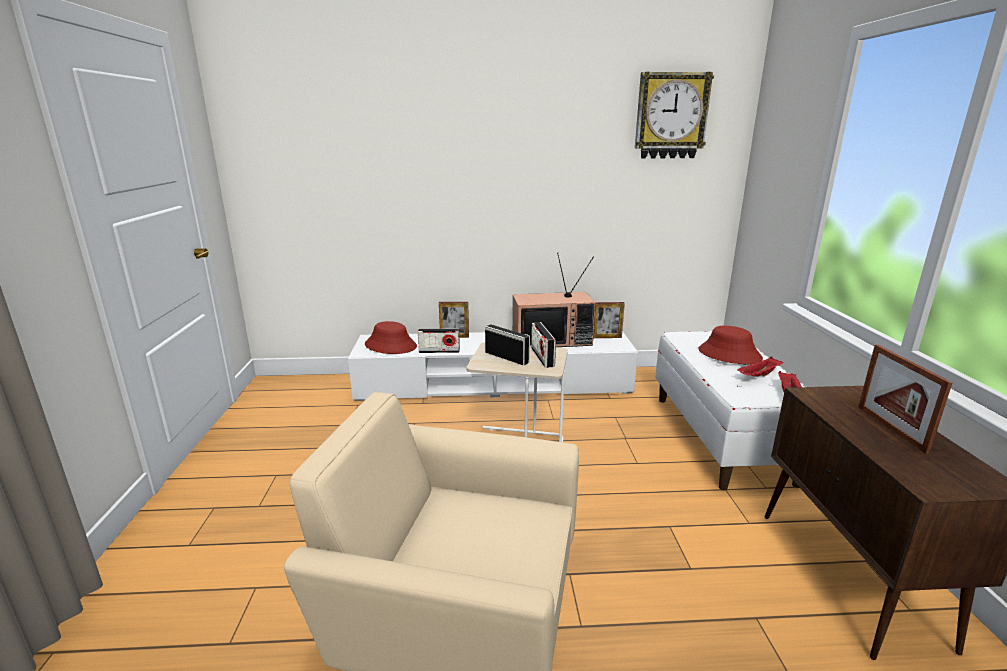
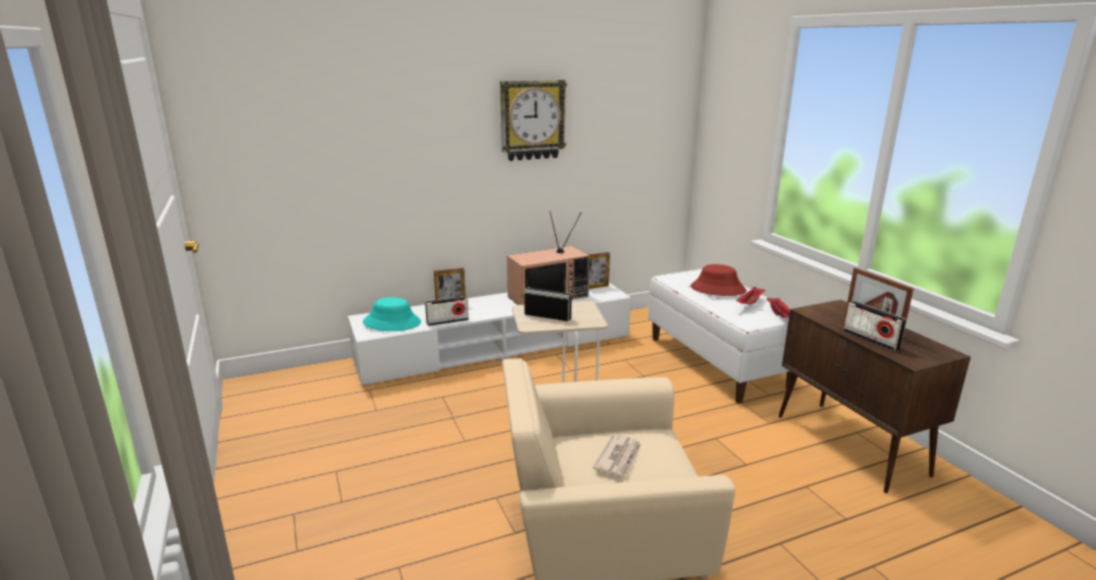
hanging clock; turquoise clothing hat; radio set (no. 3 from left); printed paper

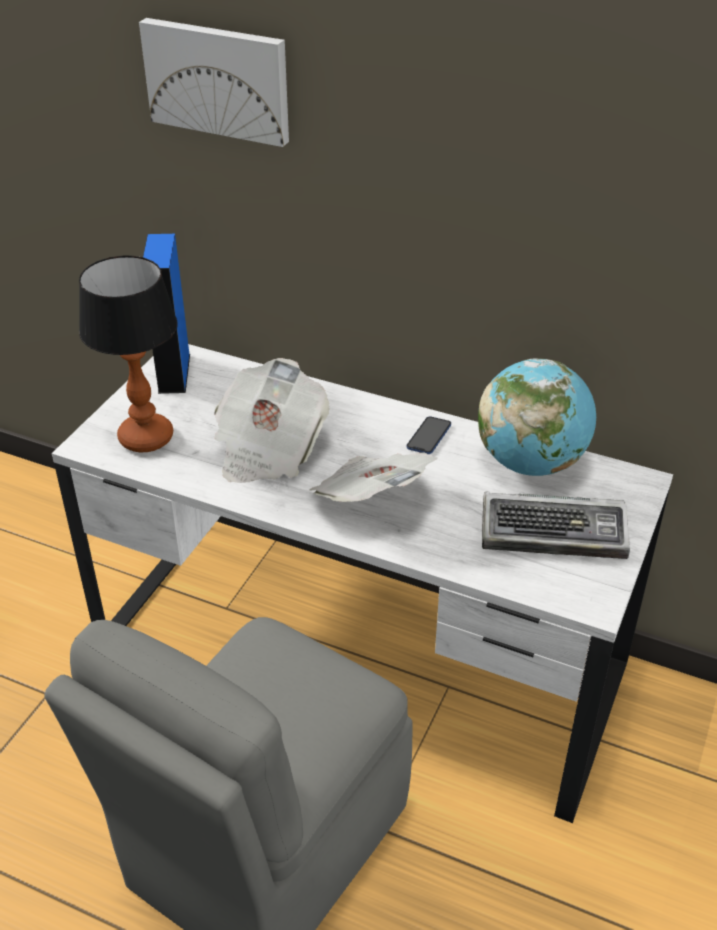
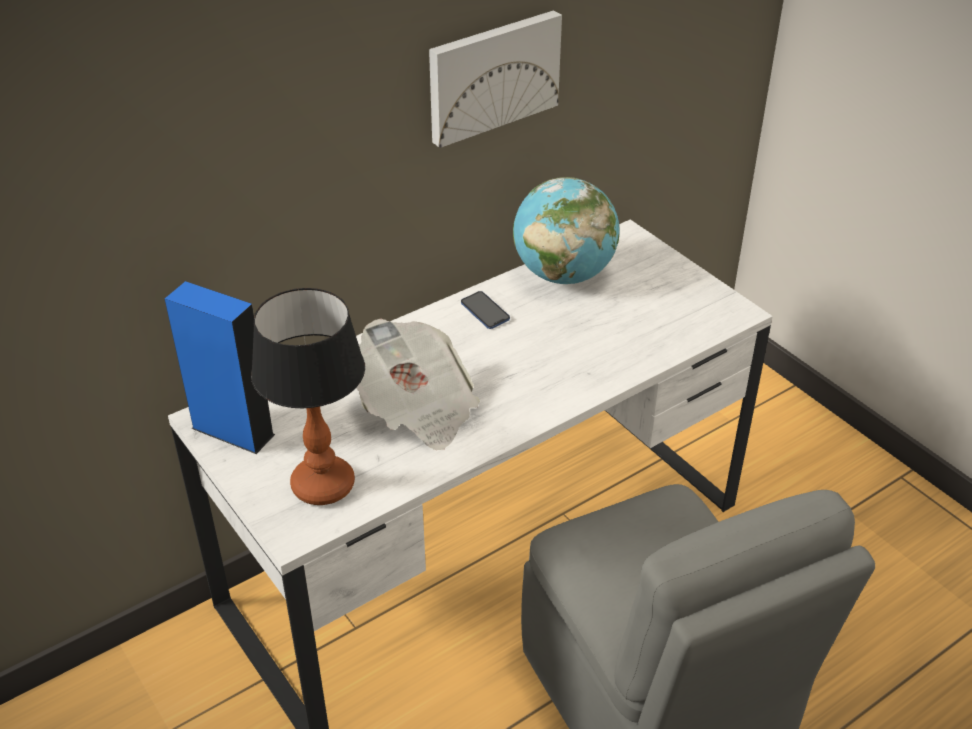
wall picture; printed paper (no. 2 from left in the first image); computer keyboard

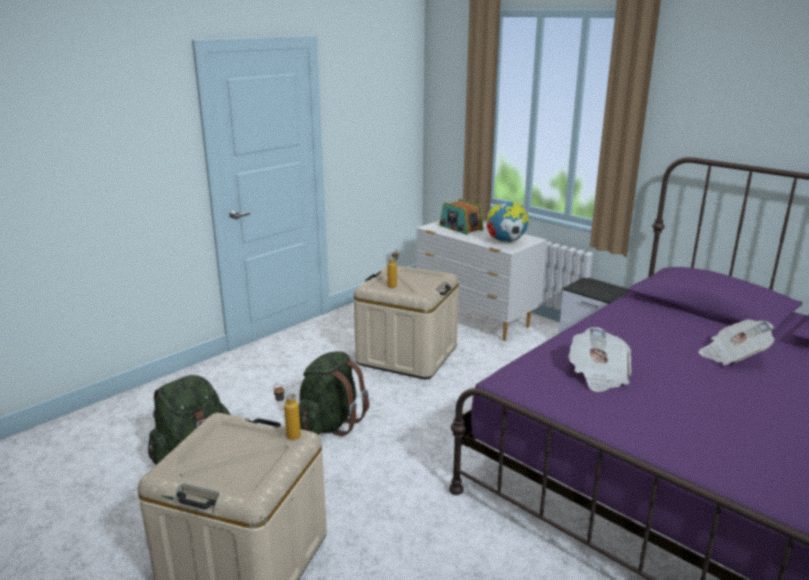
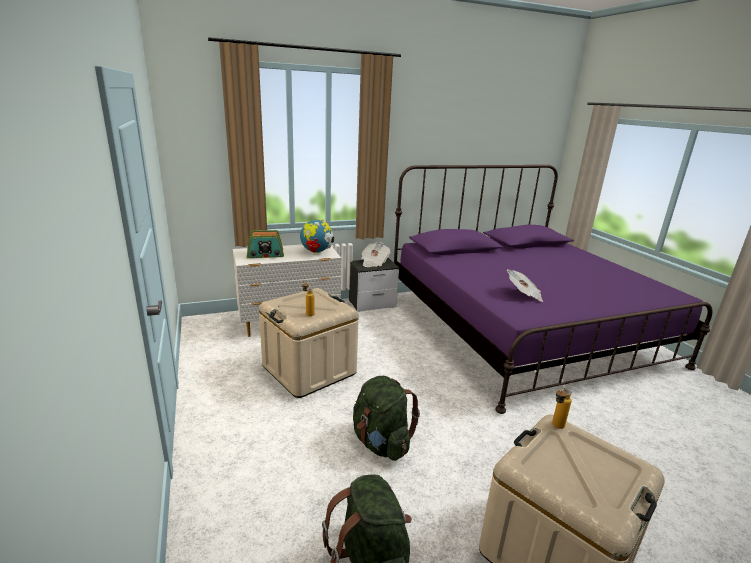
printed paper (no. 1 from left)

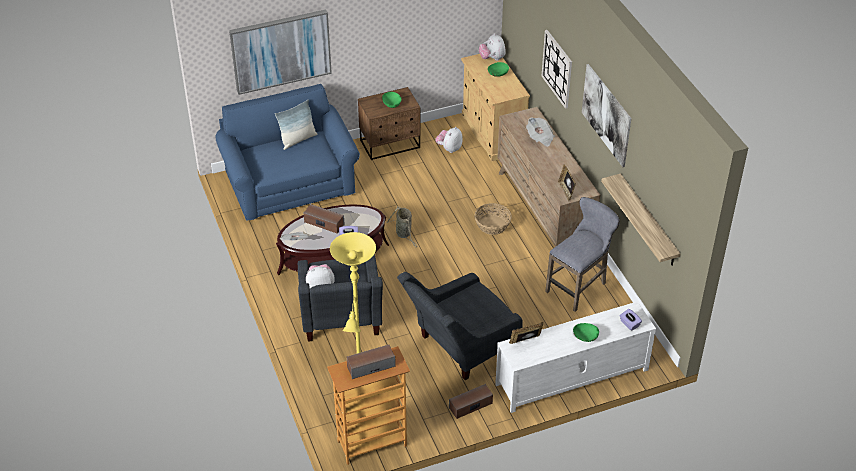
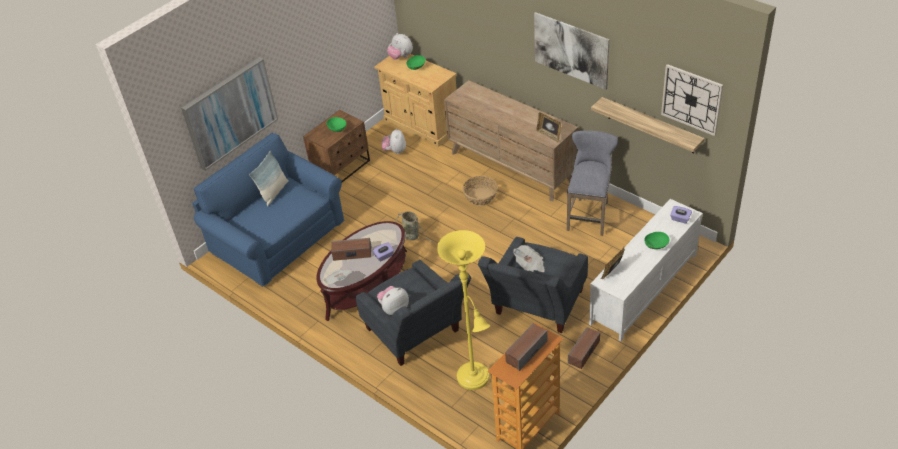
hanging clock; printed paper (no. 2 from left)

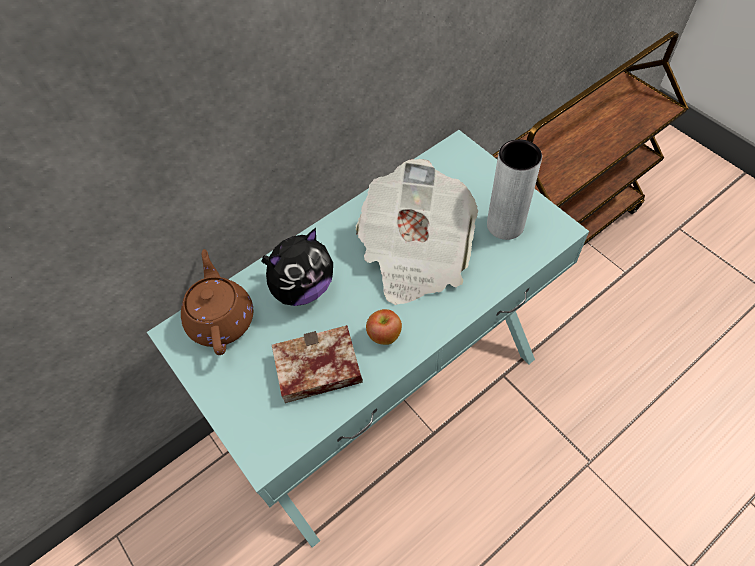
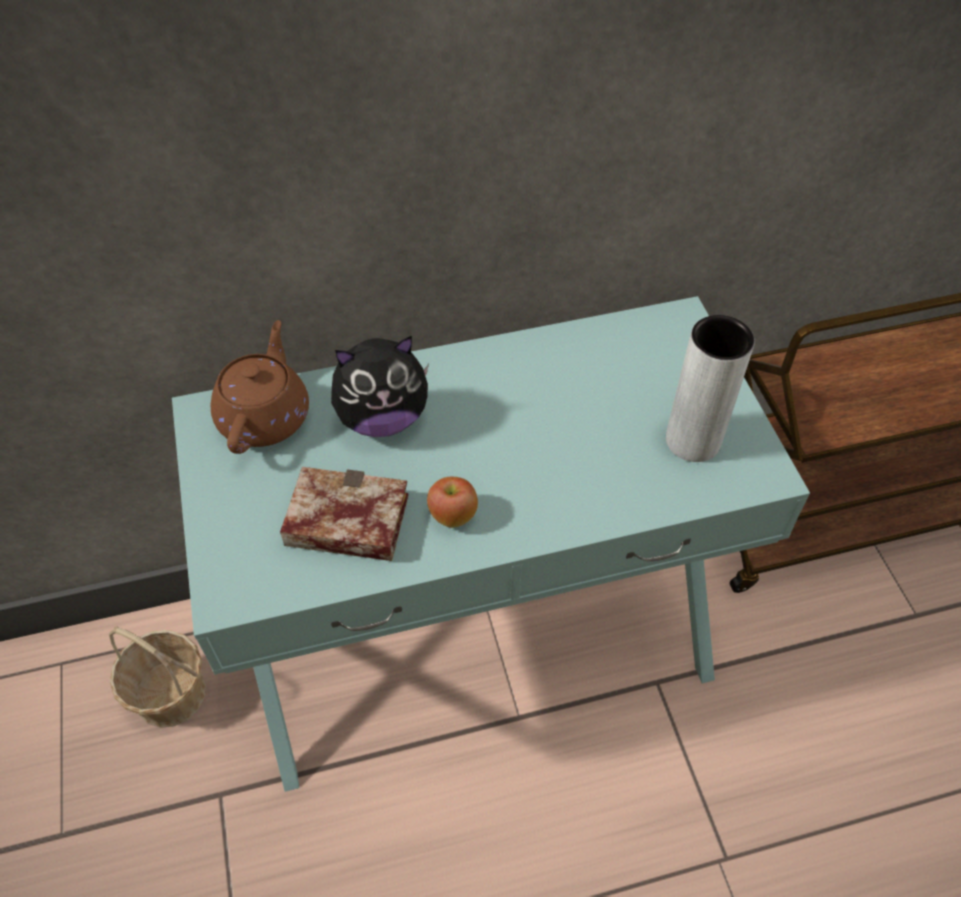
printed paper; storage basket

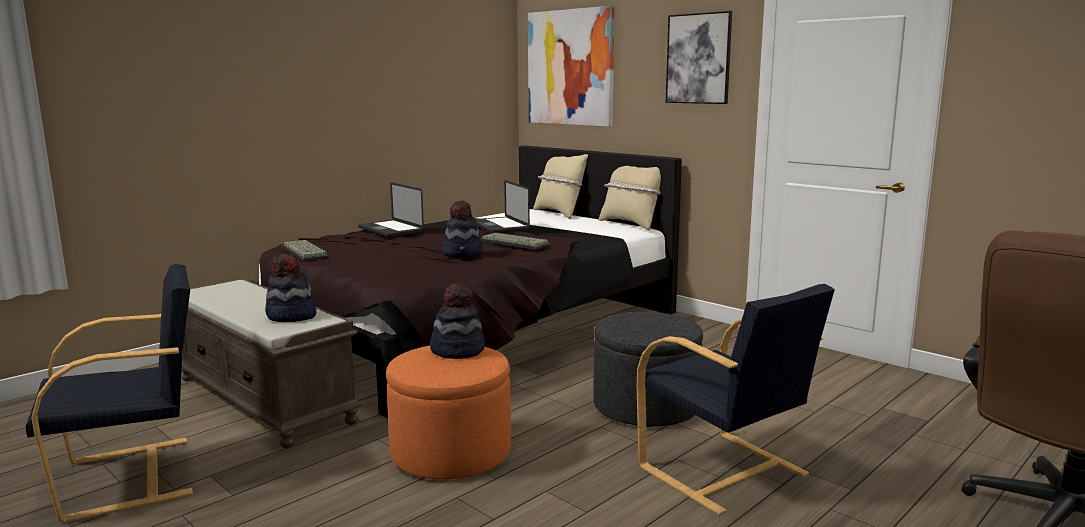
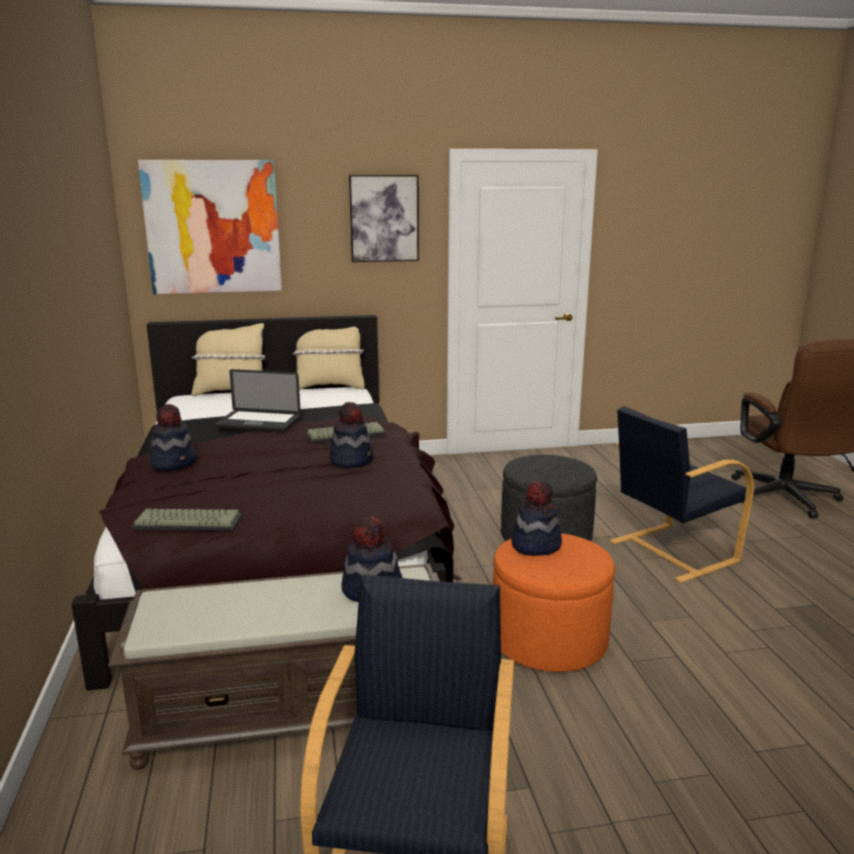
clothing hat (no. 1 from left); black easy chair (no. 2 from left)

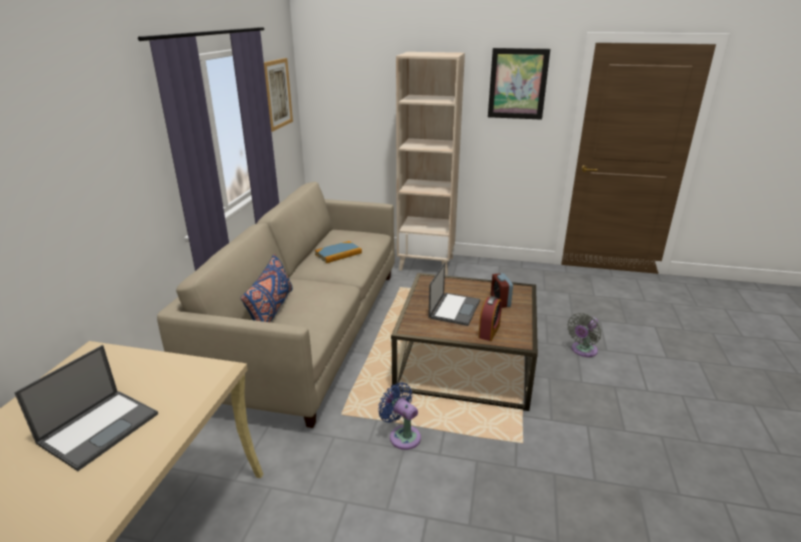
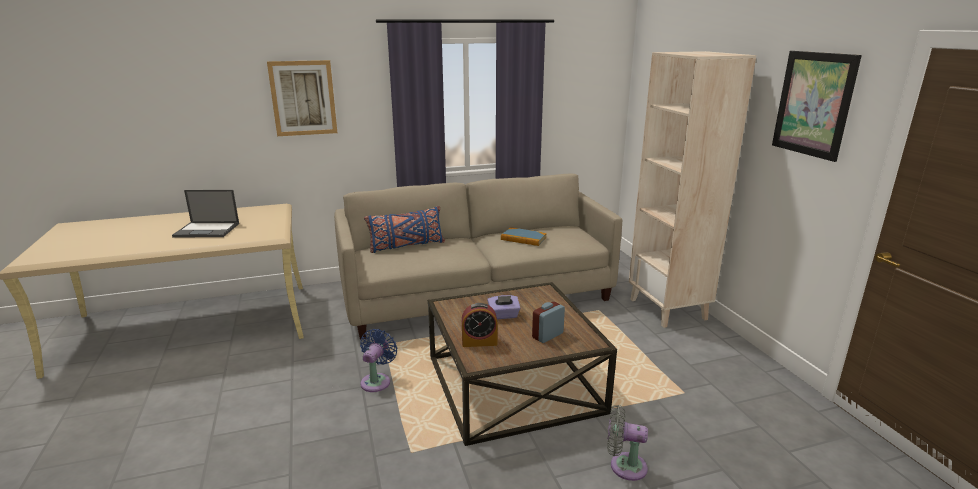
wall picture (no. 1 from left); purple box of tissues

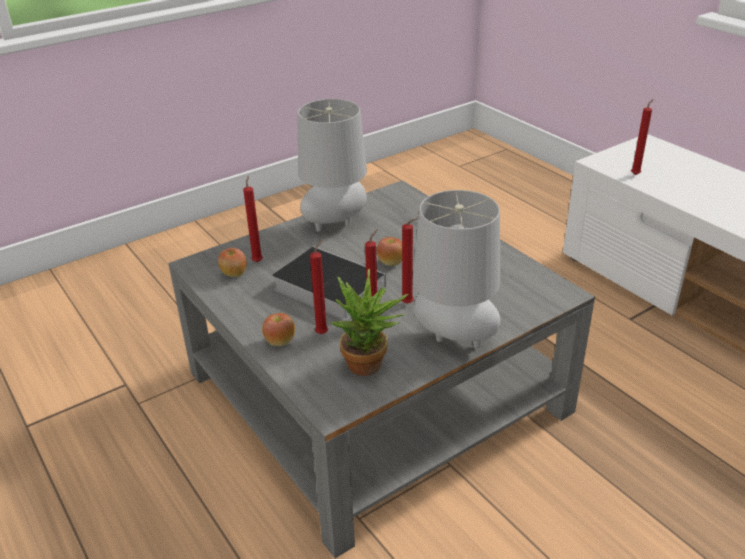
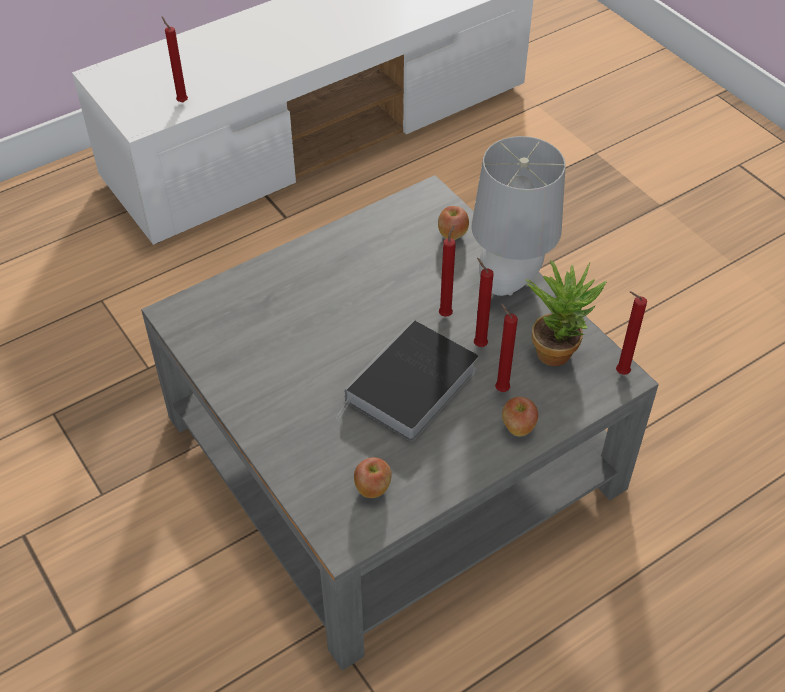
grey lamp for a table (no. 1 from left in the first image); red wax candle (no. 5 from left); apple fruit (no. 2 from left)

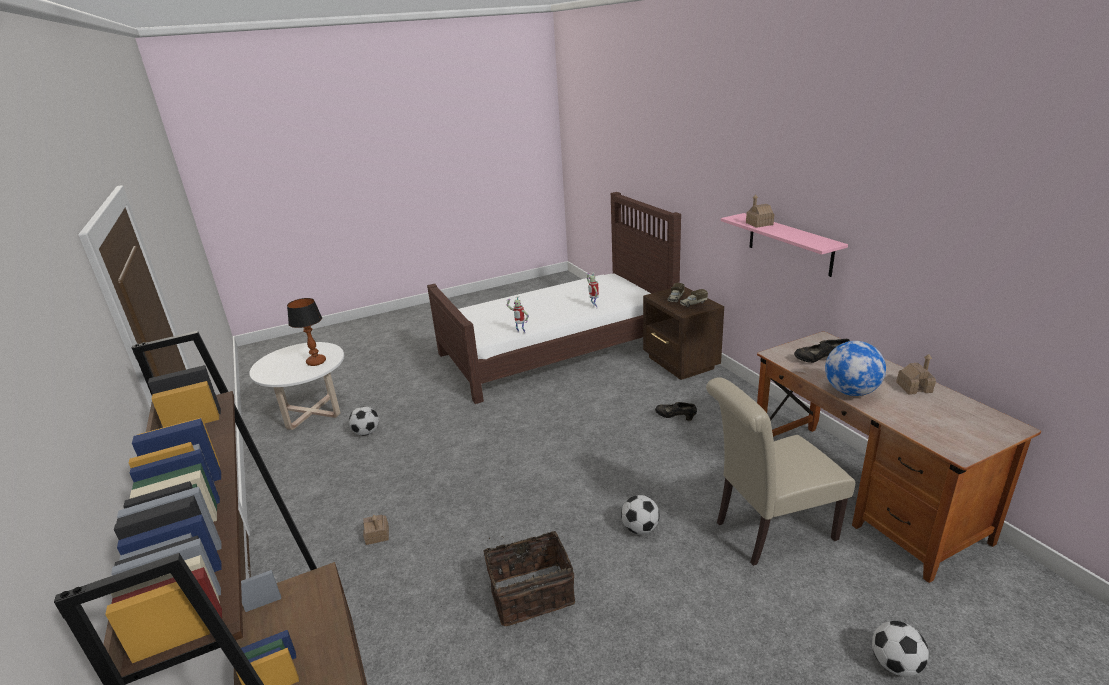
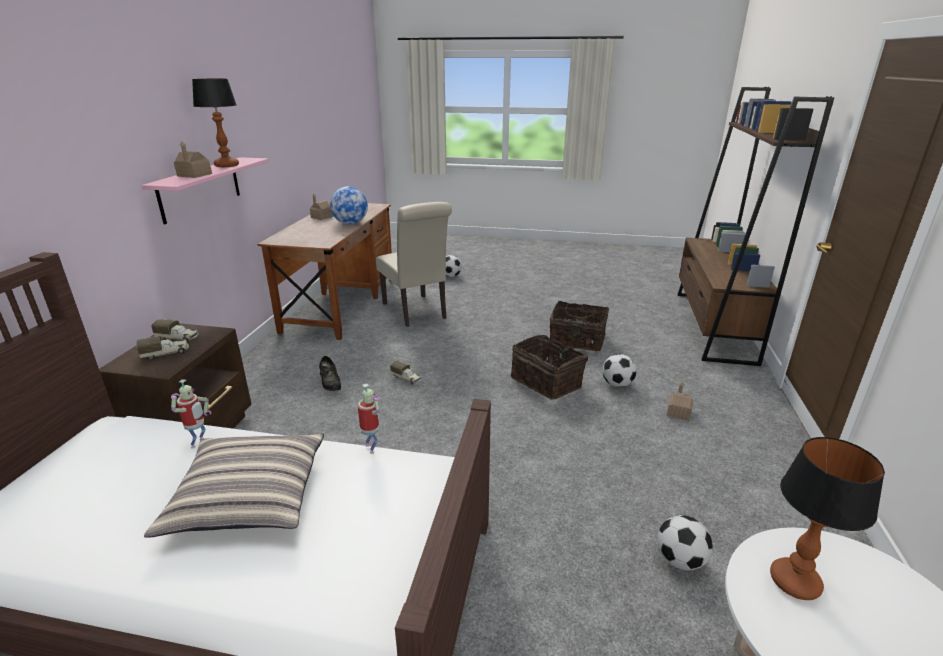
black shoe (no. 2 from left in the first image); sand-coloured upright chair; football (no. 2 from left); lamp for a table (no. 1 from left); storage basket (no. 1 from left); model truck (no. 3 from left); cushion

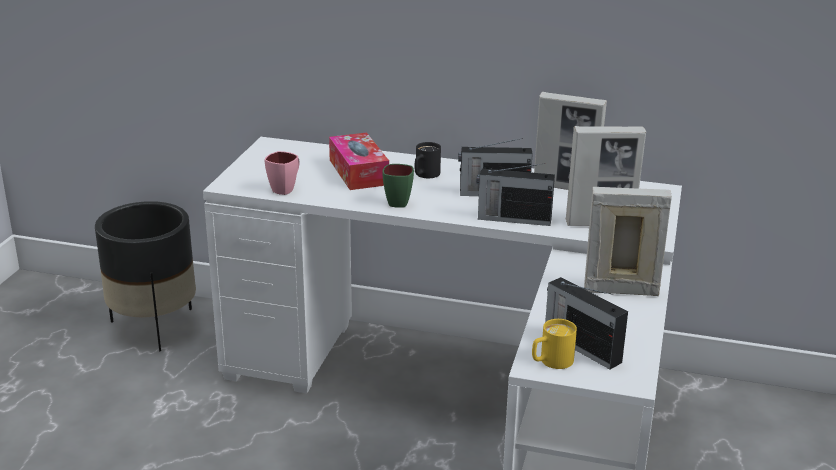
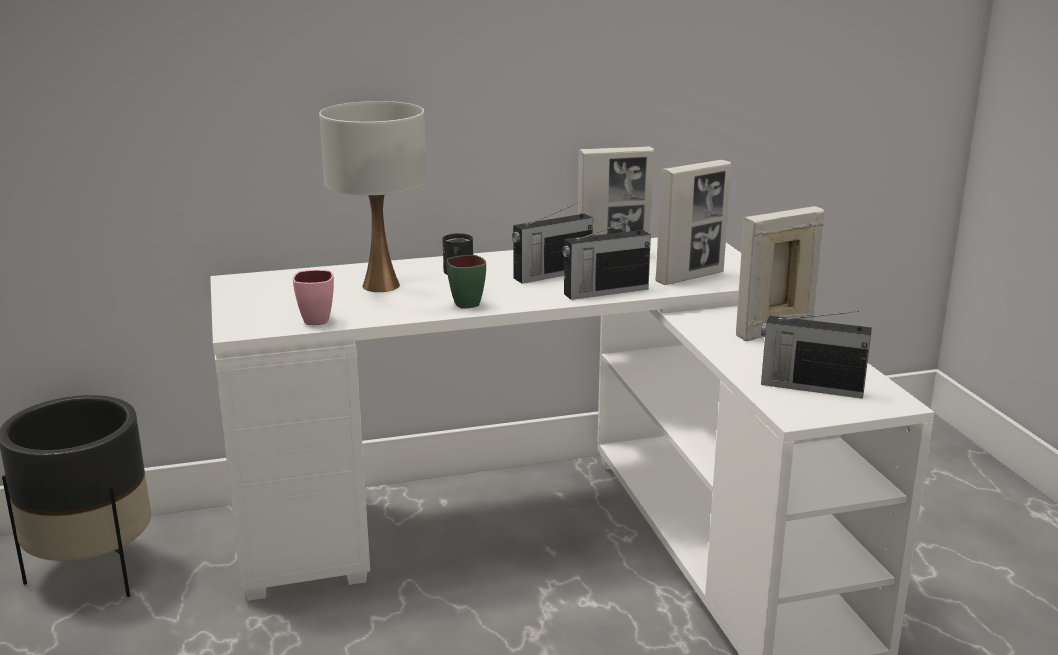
whitish lamp for a table; yellowish mug

